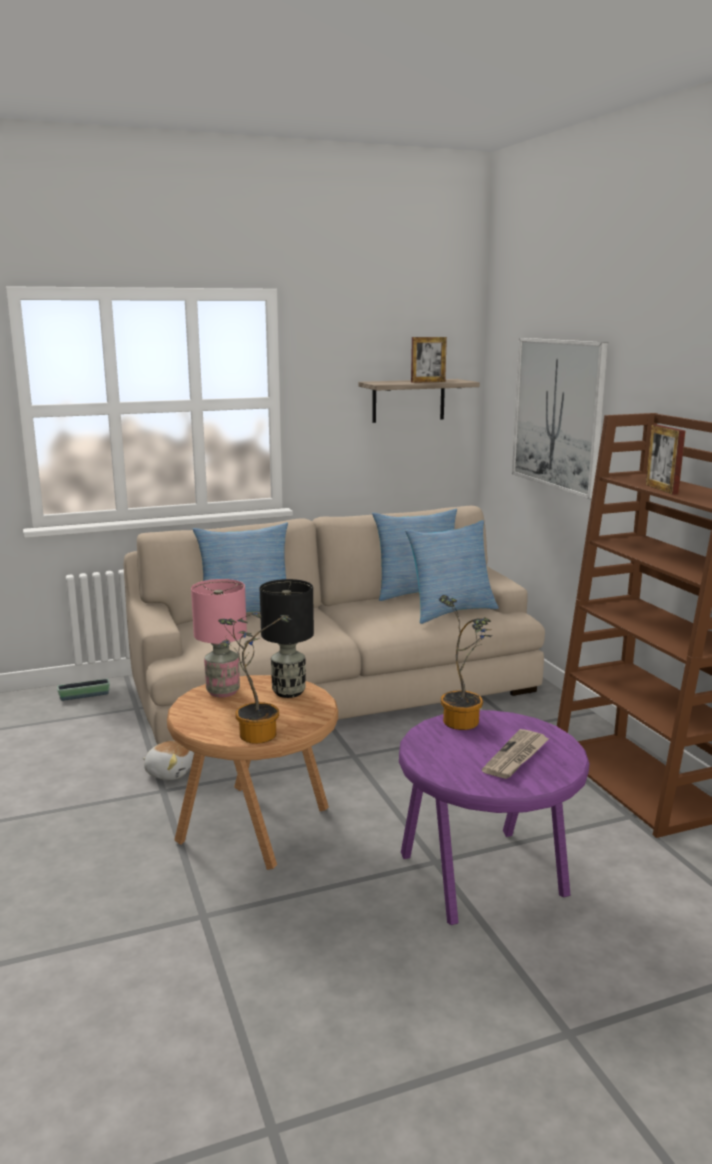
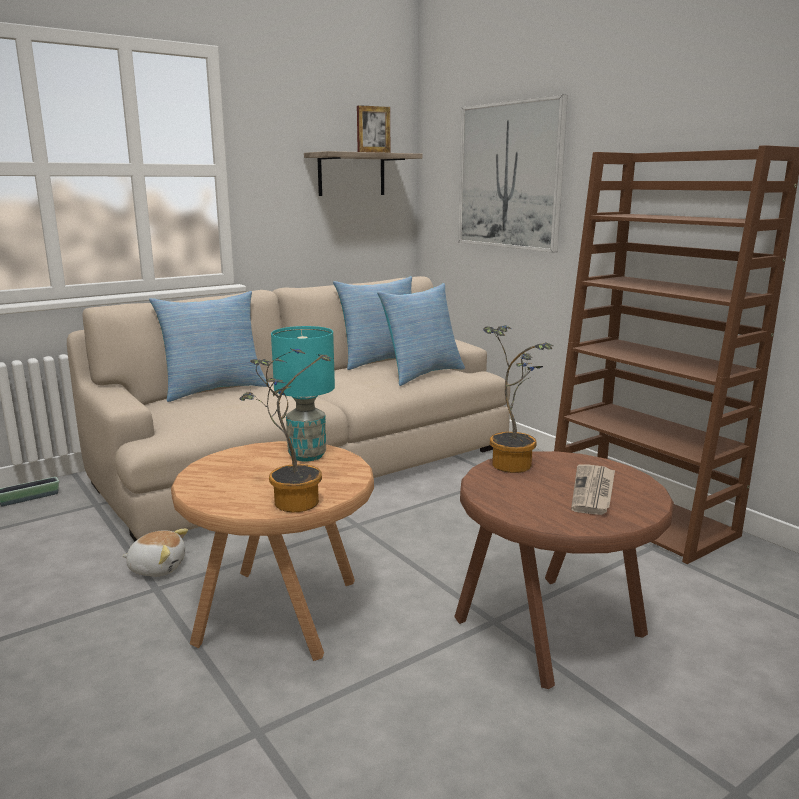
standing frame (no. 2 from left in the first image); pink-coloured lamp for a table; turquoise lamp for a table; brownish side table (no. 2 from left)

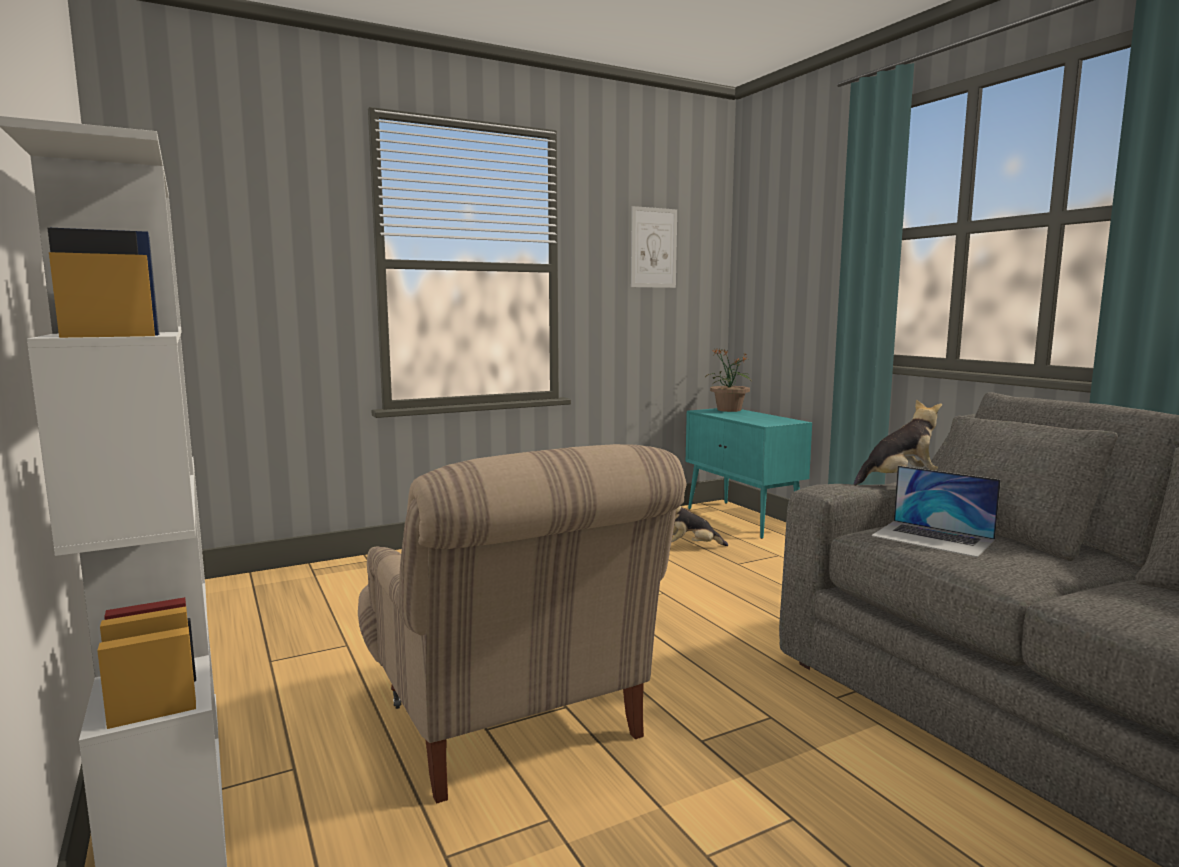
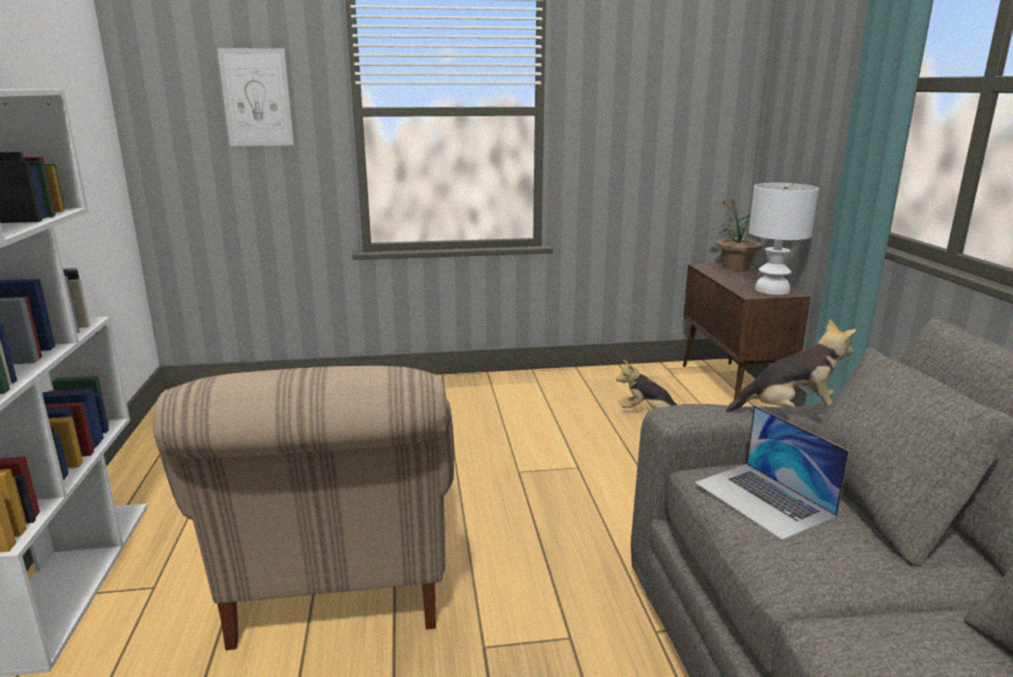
wall picture; brownish cupboard; whitish lamp for a table

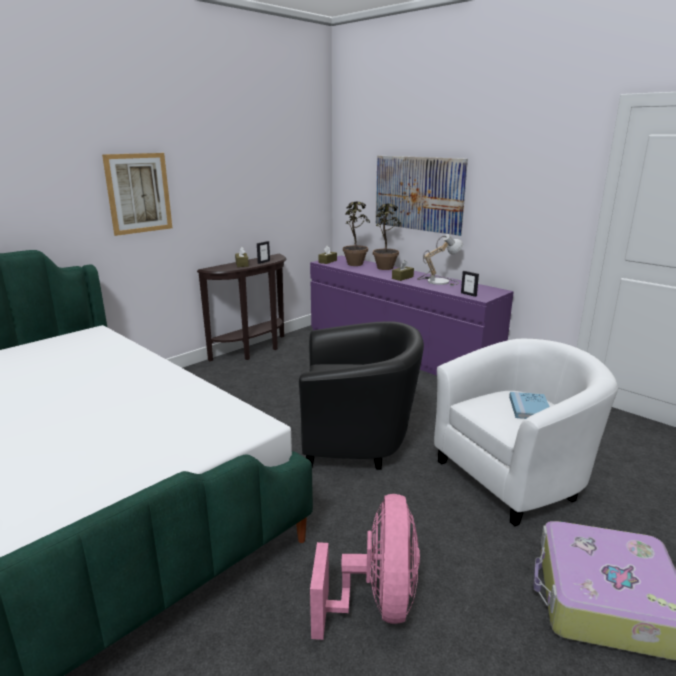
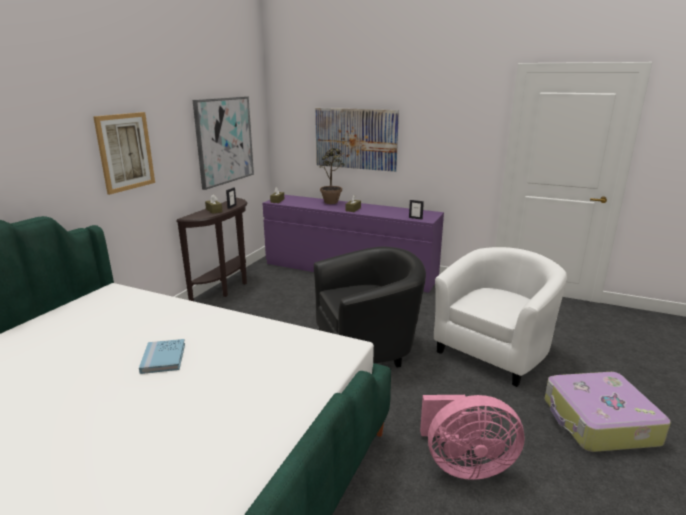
plant in a pot (no. 1 from left in the first image); lamp for a table; blue-coloured book; pink-coloured cooling fan; wall picture (no. 2 from left)

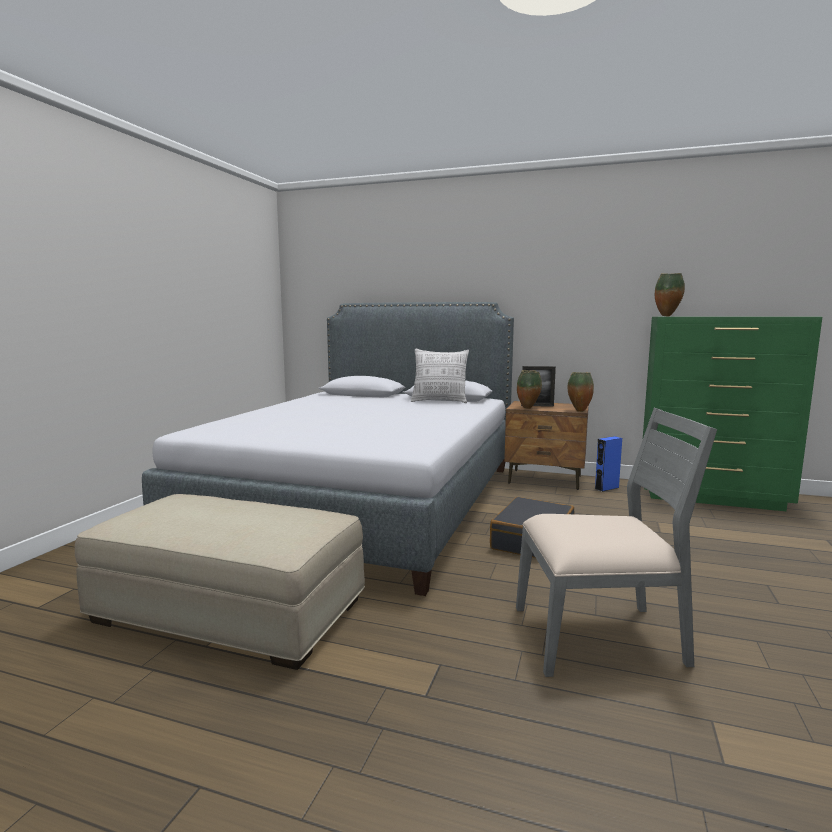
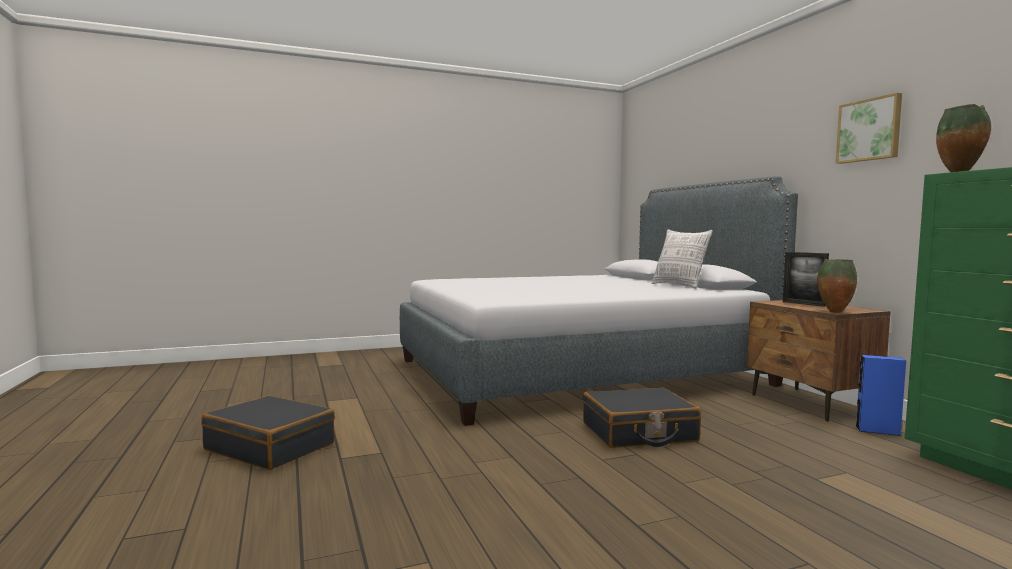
vase (no. 1 from left in the first image); grey upright chair; sand-coloured footrest; wall picture; black travel case (no. 1 from left)

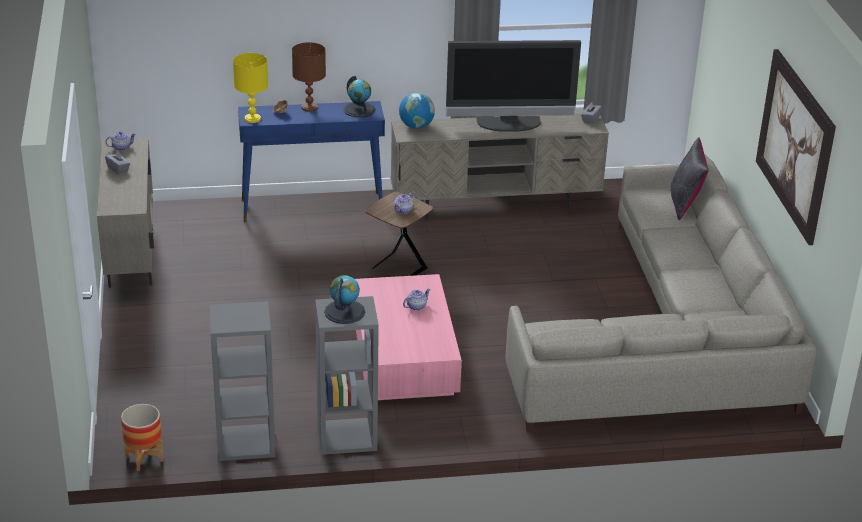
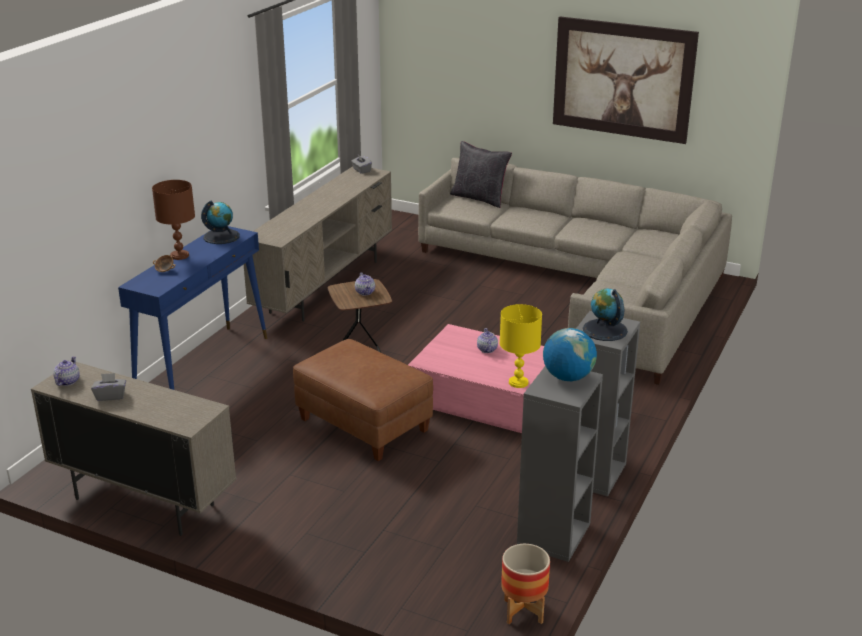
TV; yellowish lamp for a table; world globe (no. 2 from left); brownish footrest

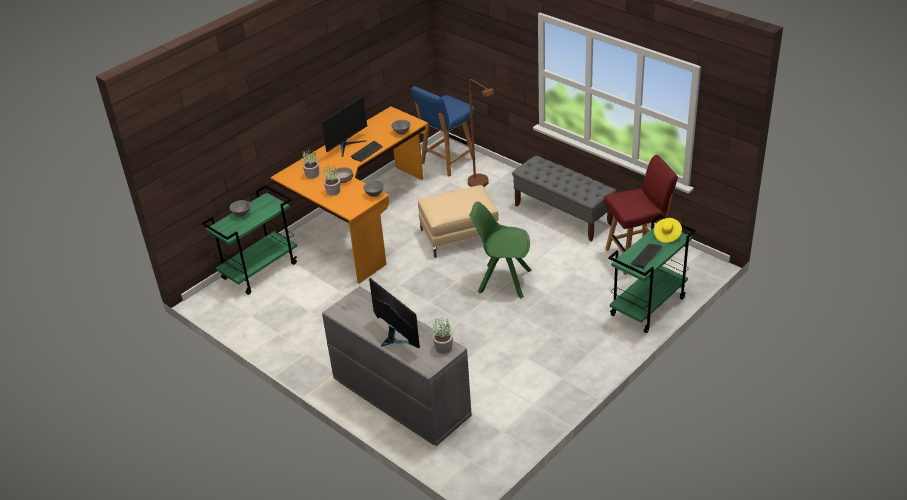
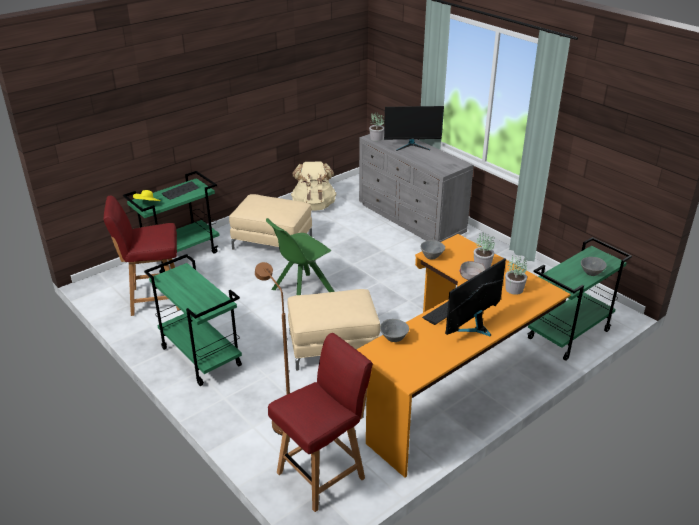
red upright chair (no. 2 from left); green trolley (no. 2 from left); green upright chair; monitor (no. 1 from left); sand-coloured rucksack; sand-coloured footrest (no. 1 from left)

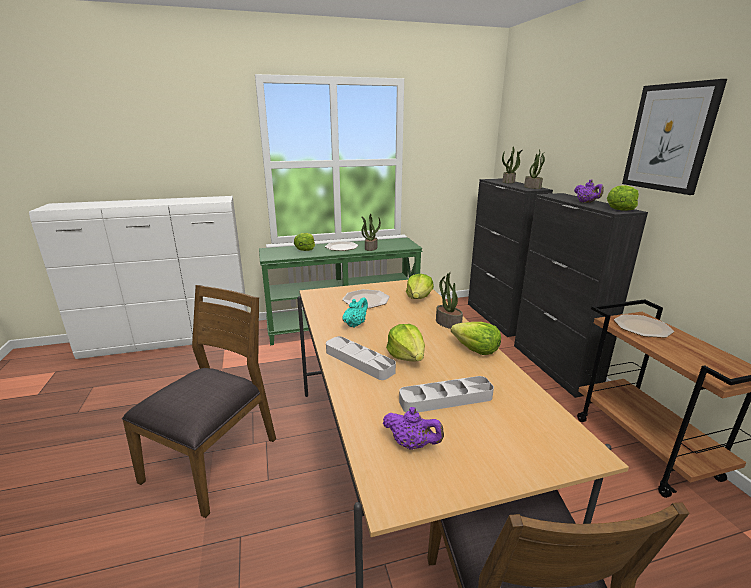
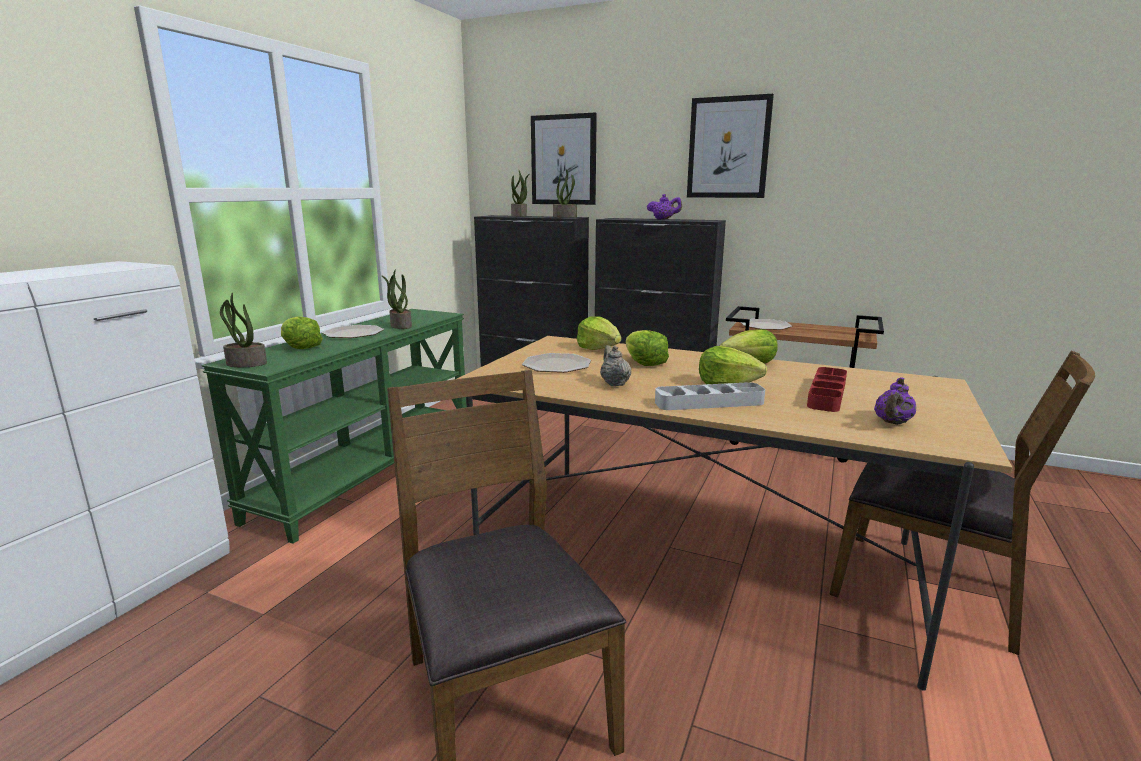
head of lettuce (no. 3 from left); plant in a pot (no. 1 from left); sand-coloured tea pot; red tray; purple tea pot (no. 2 from left); wall picture (no. 1 from left)

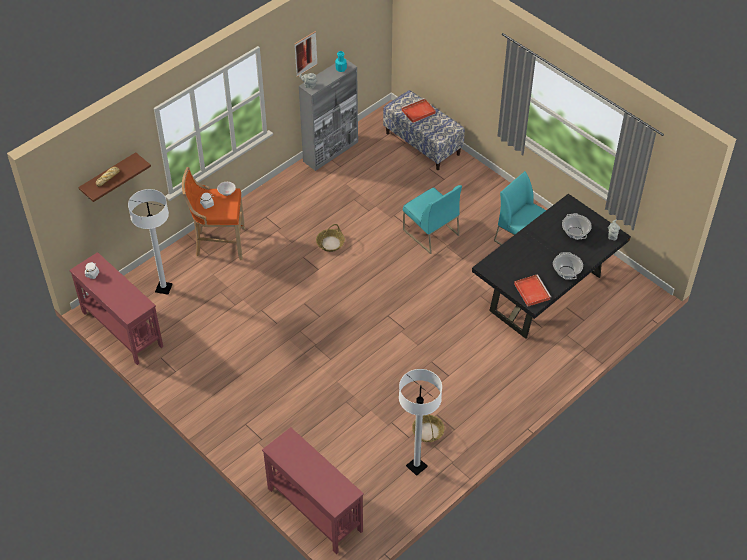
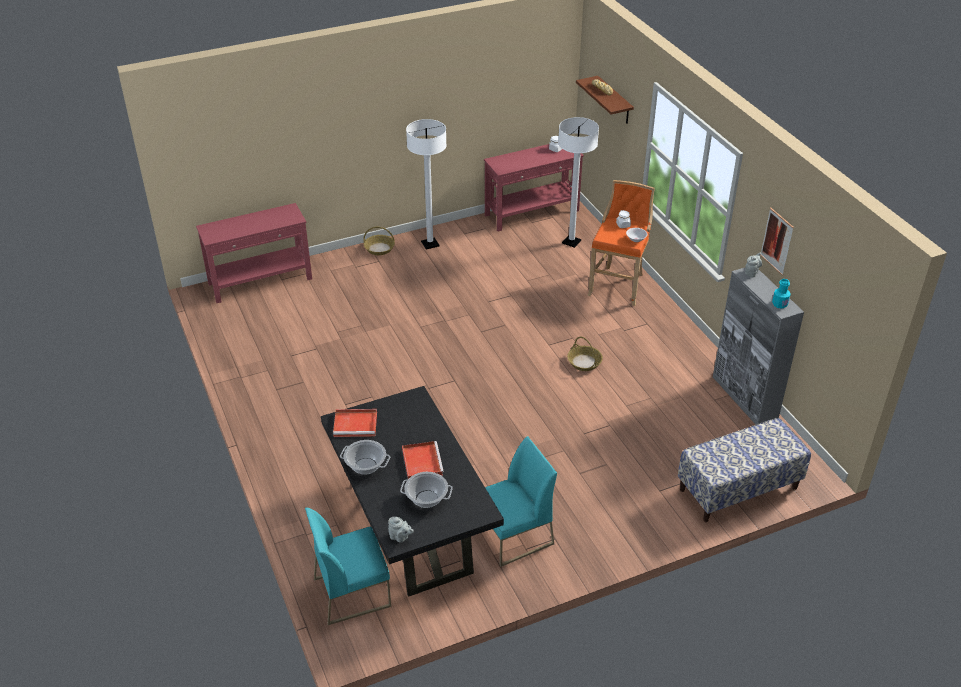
red tray (no. 2 from left); turquoise upright chair (no. 1 from left); whitish floor lamp (no. 1 from left); storage basket (no. 1 from left)

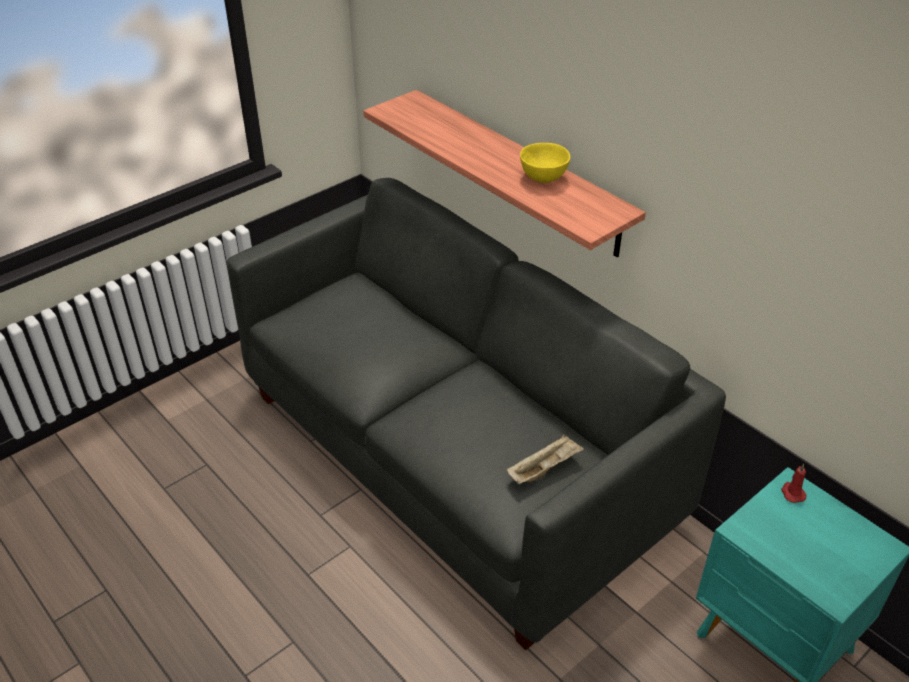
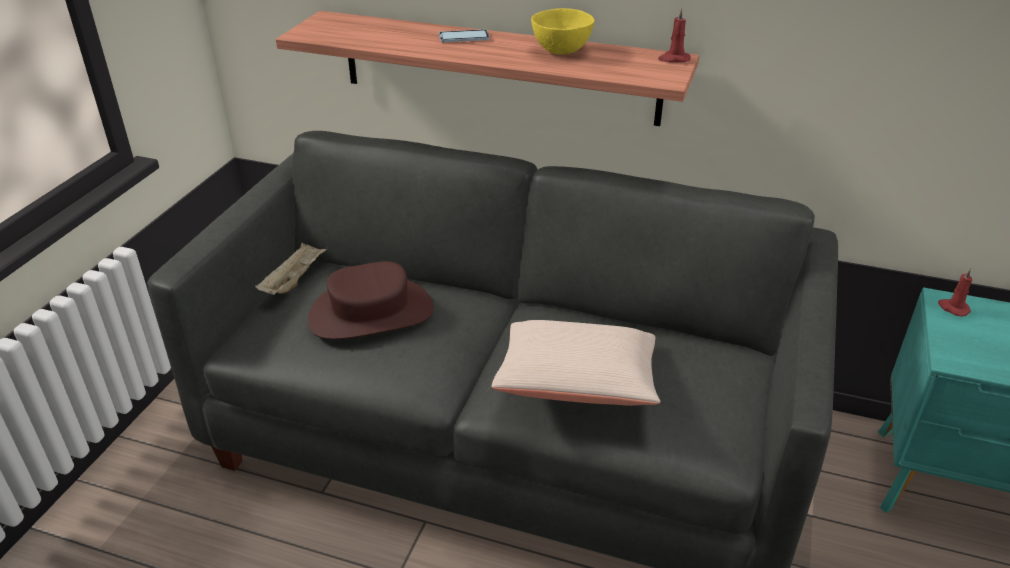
sand-coloured tray; red wax candle (no. 1 from left); handset; brownish clothing hat; sand-coloured cushion

